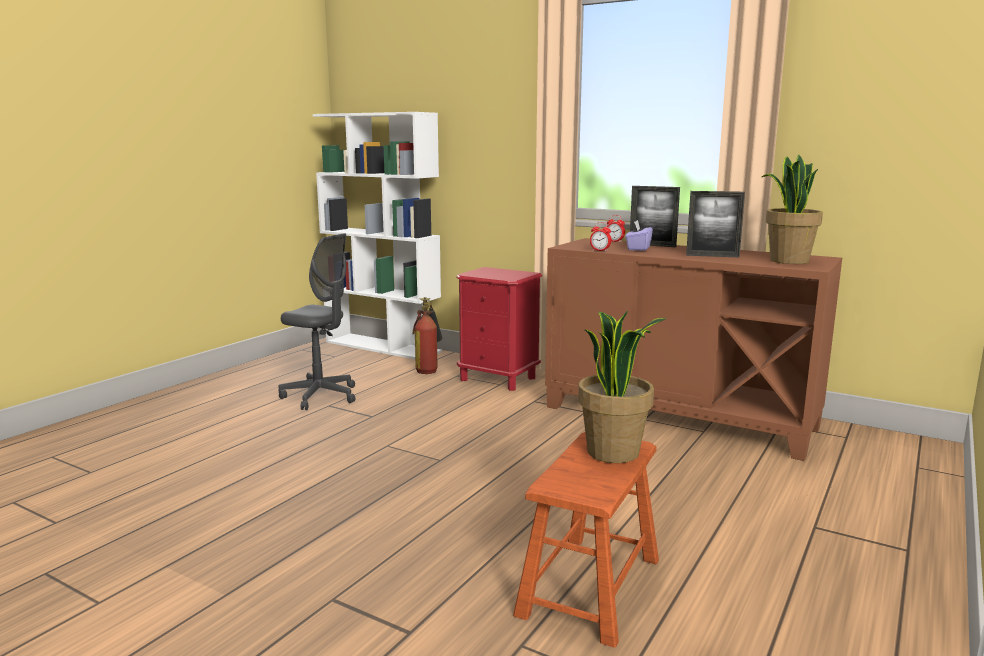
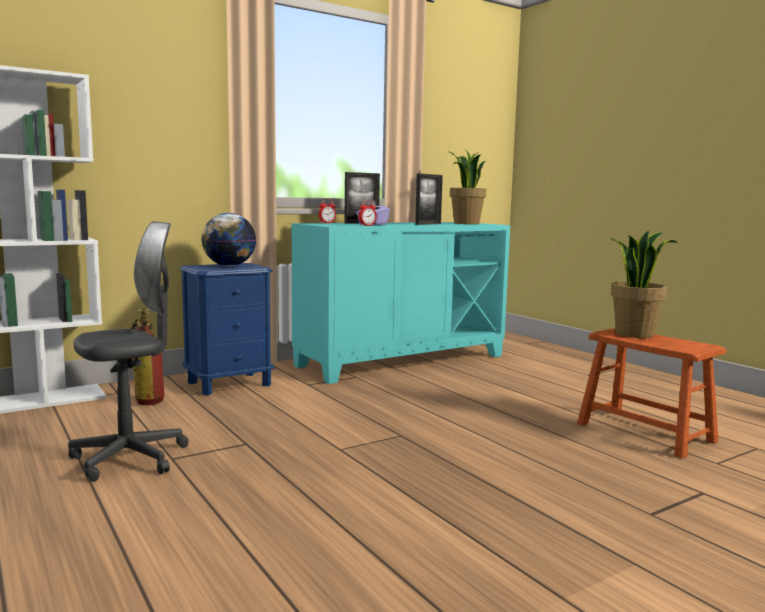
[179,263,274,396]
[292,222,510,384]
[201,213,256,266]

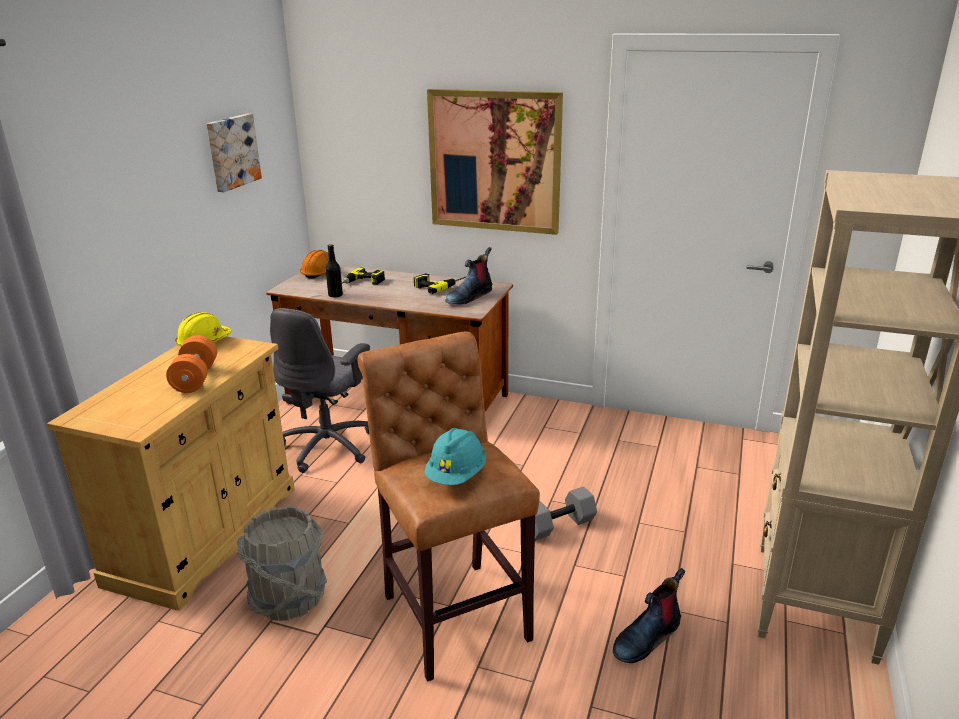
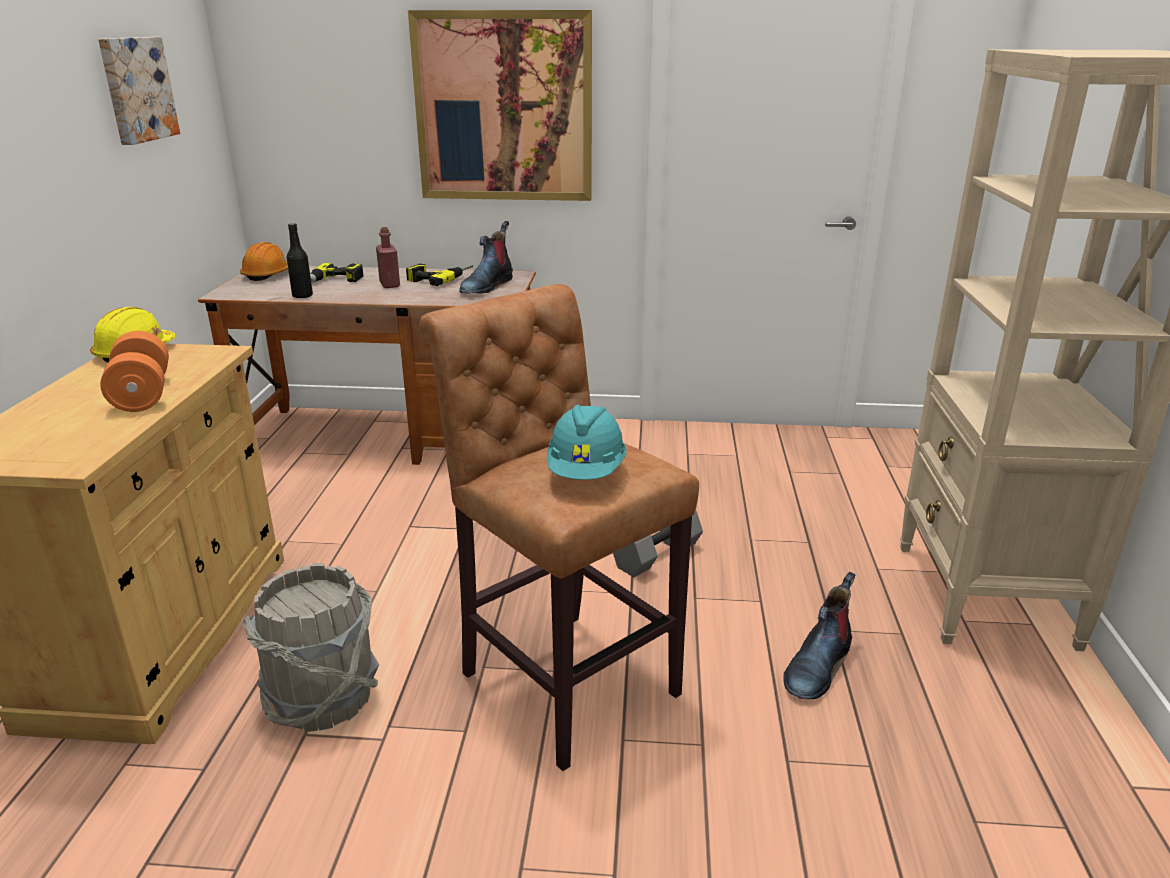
[270,308,370,473] (first image)
[376,227,400,288]

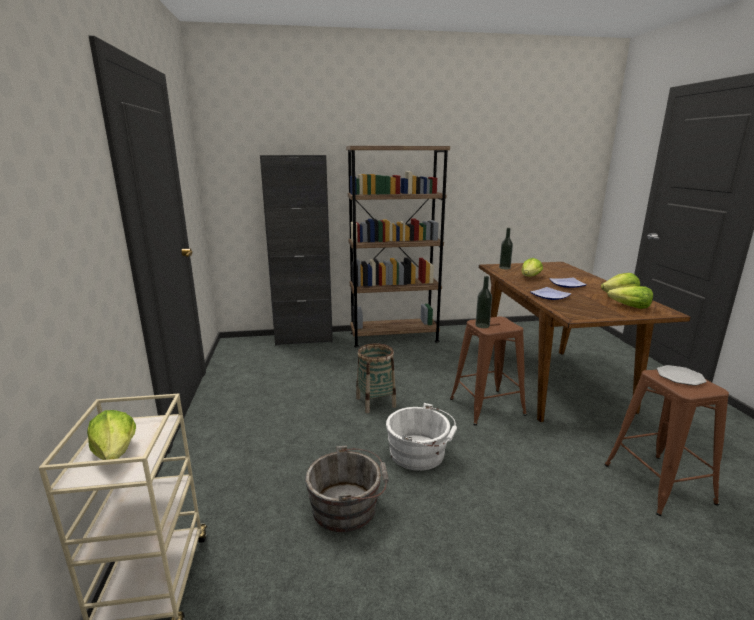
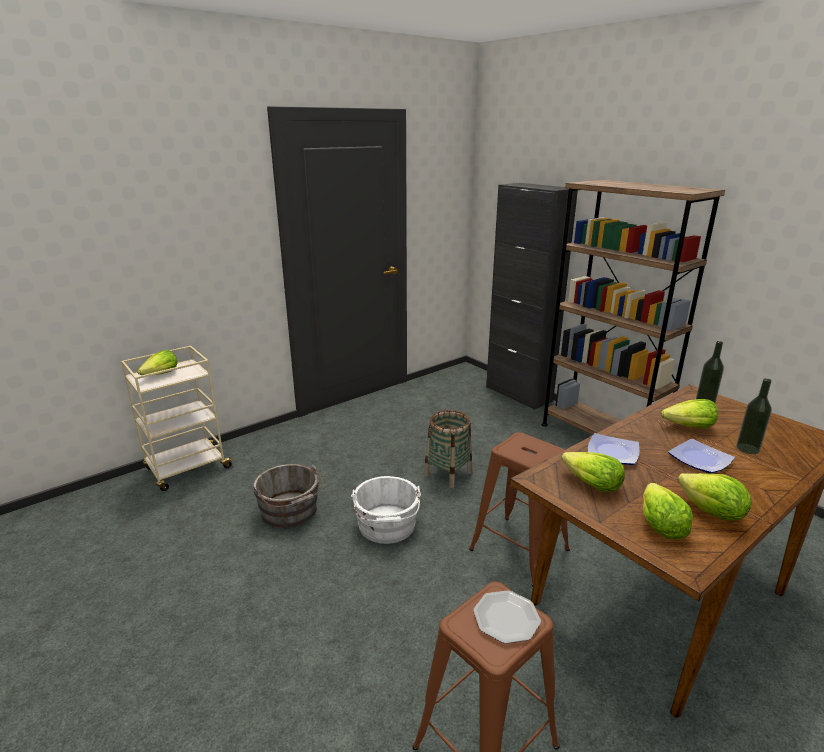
[736,378,772,454]
[561,452,625,492]

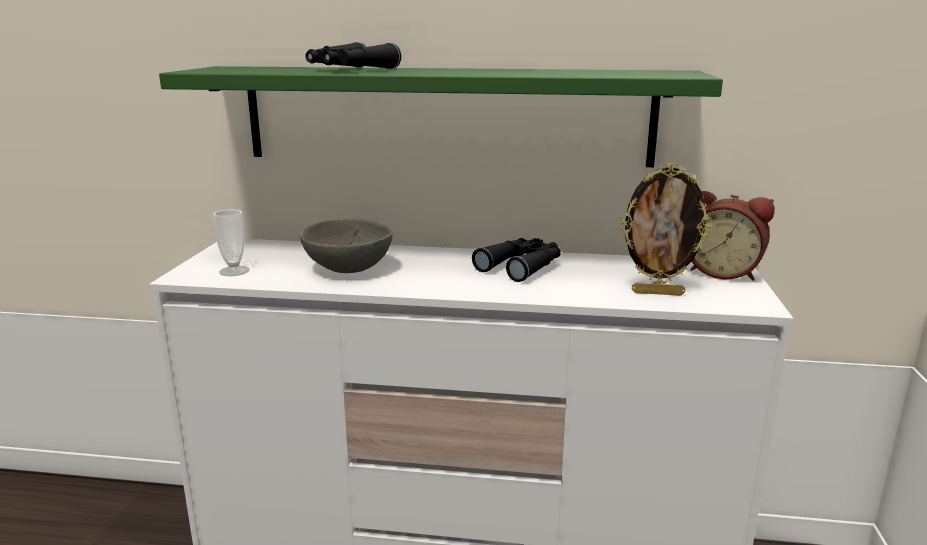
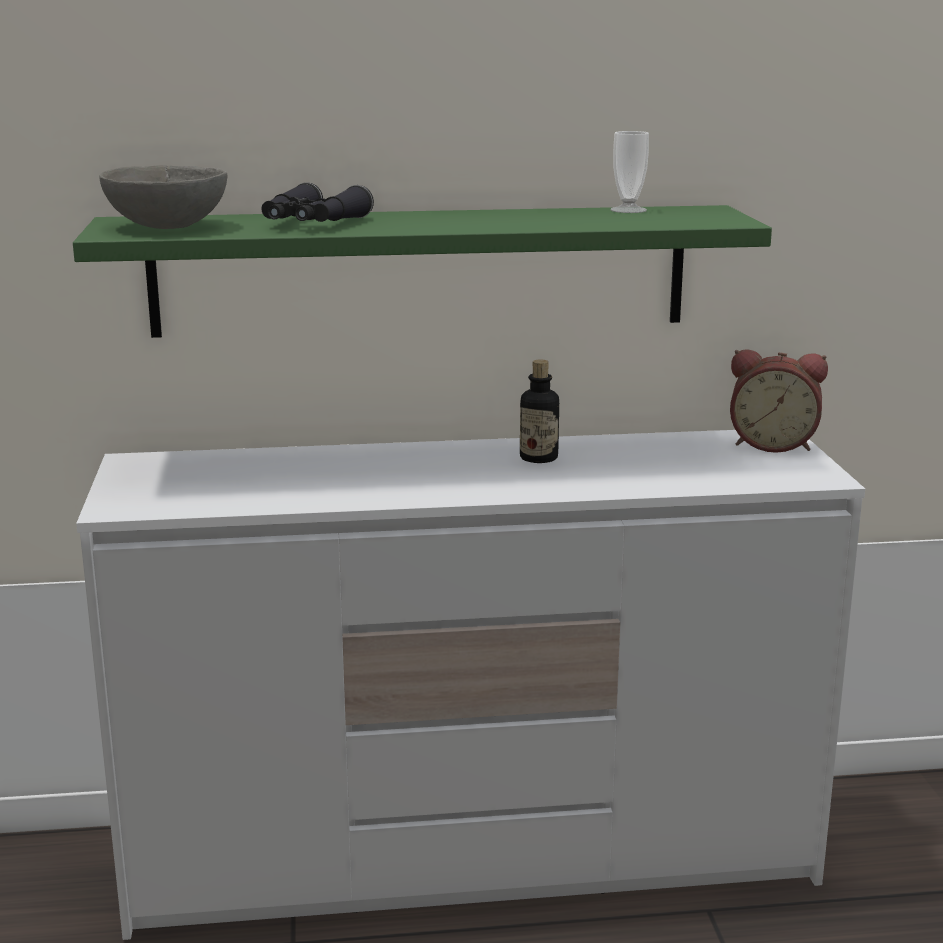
[611,131,649,213]
[99,165,227,229]
[520,360,559,463]
[620,162,712,296] (first image)

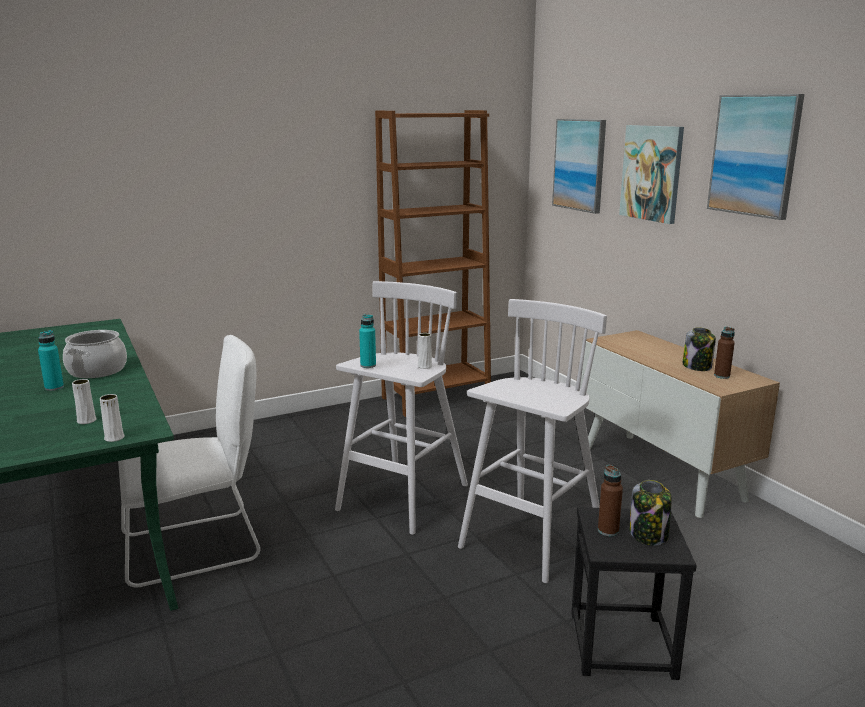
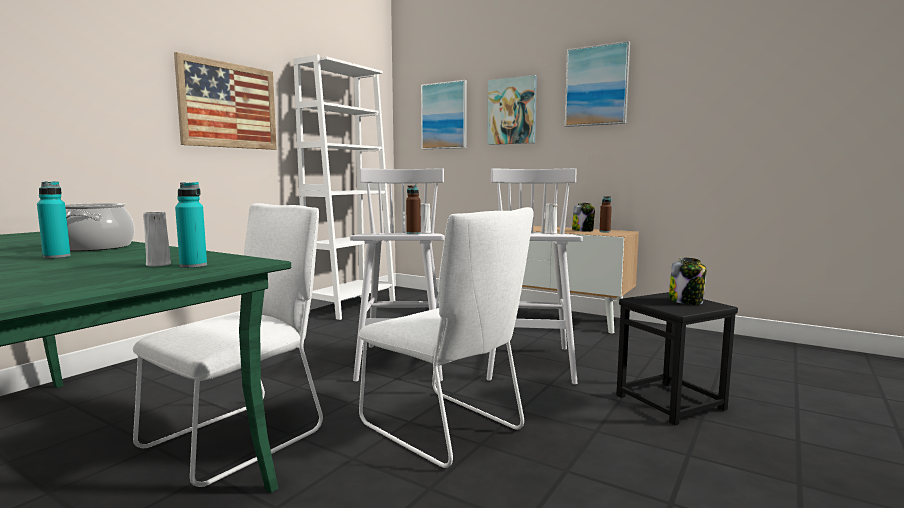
[545,204,557,234]
[175,182,207,268]
[294,54,395,320]
[406,185,421,234]
[174,52,277,150]
[358,207,533,468]

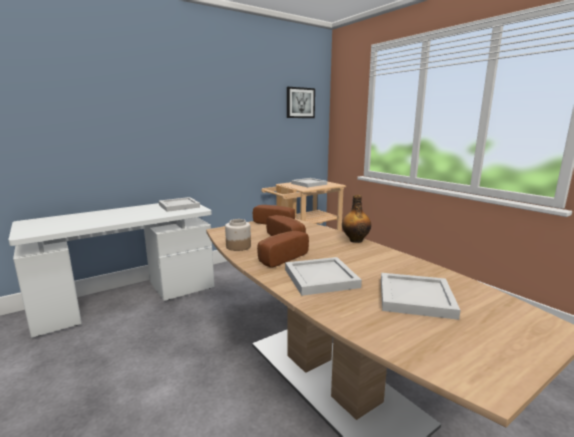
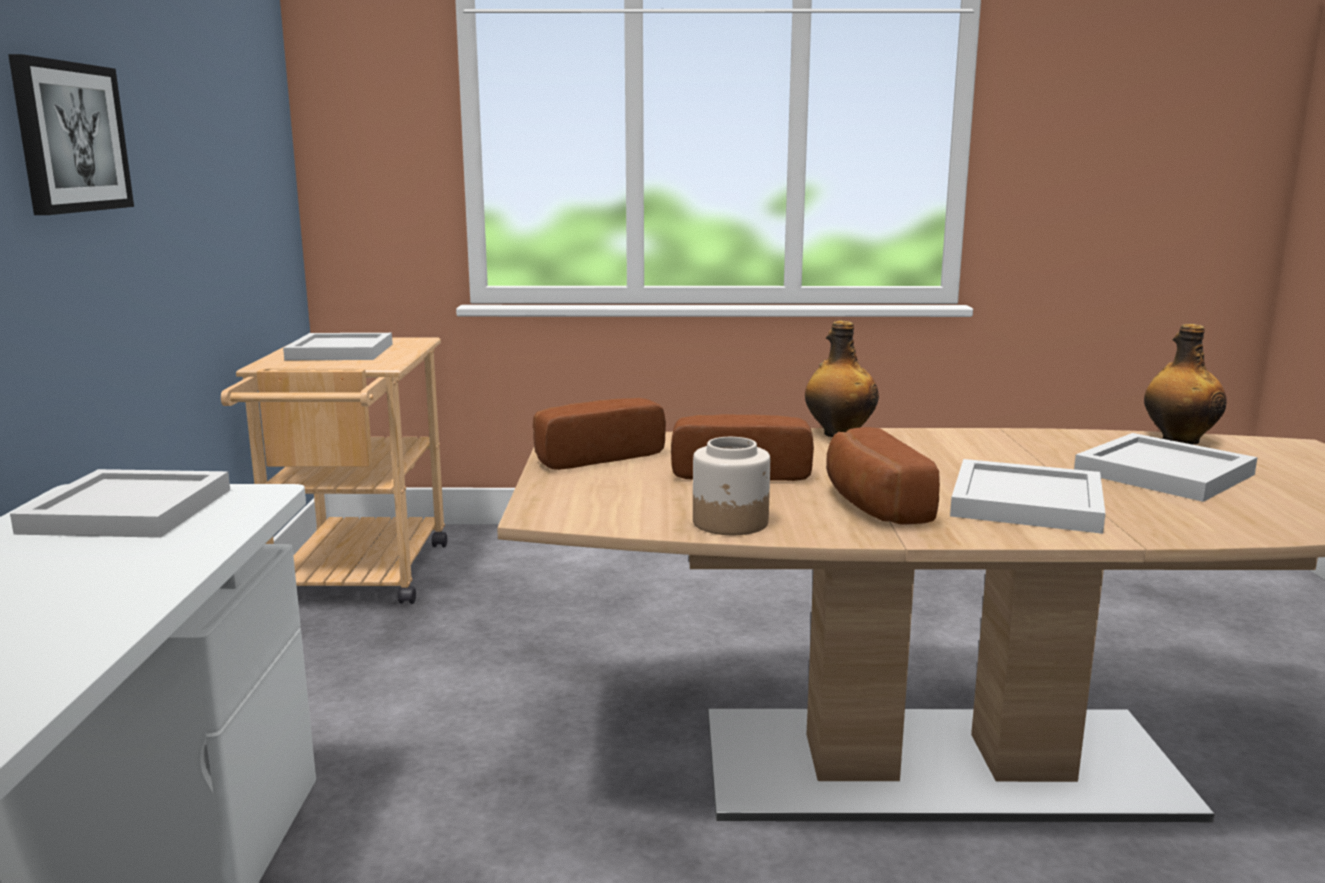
[8,54,134,215]
[1144,324,1227,445]

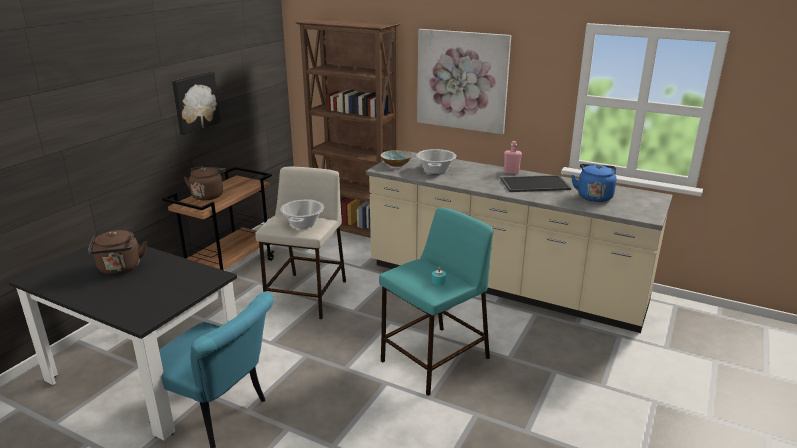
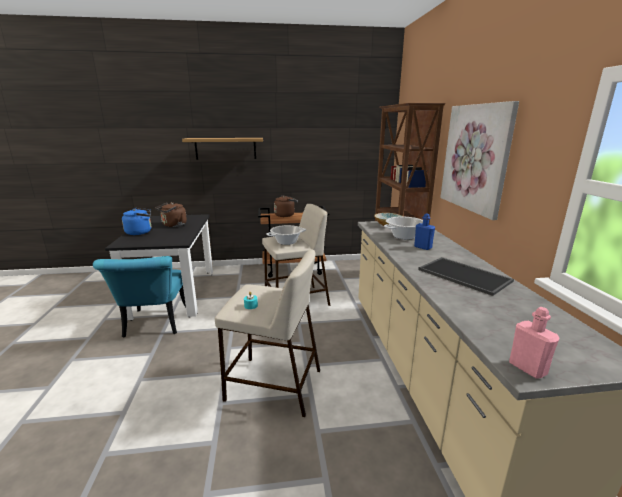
[172,72,221,135] (first image)
[215,249,320,417]
[509,307,559,379]
[122,208,151,235]
[182,138,263,160]
[414,214,435,250]

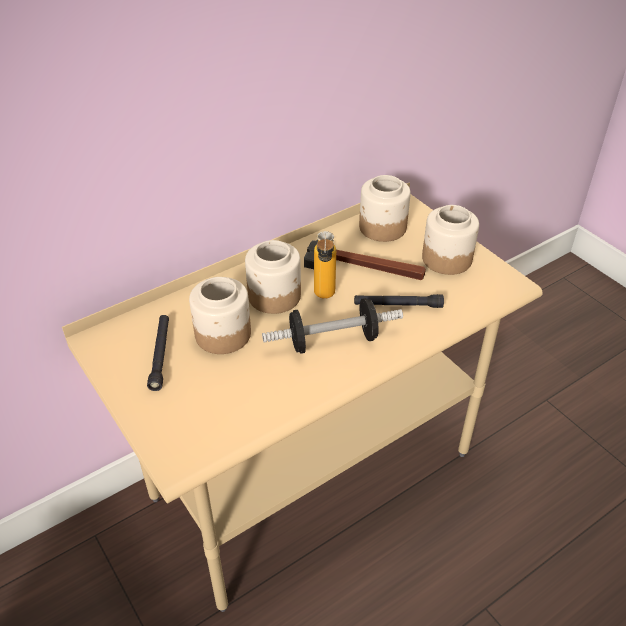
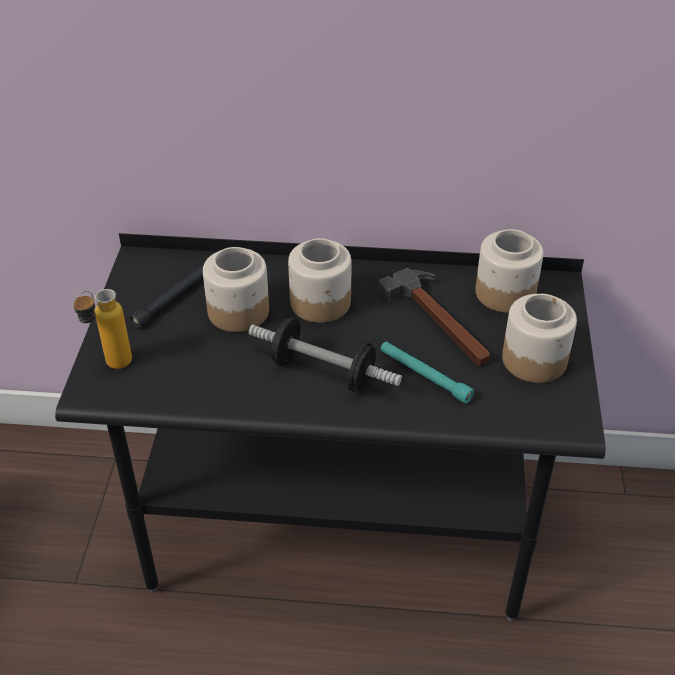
[55,233,606,621]
[73,289,132,369]
[381,341,474,404]

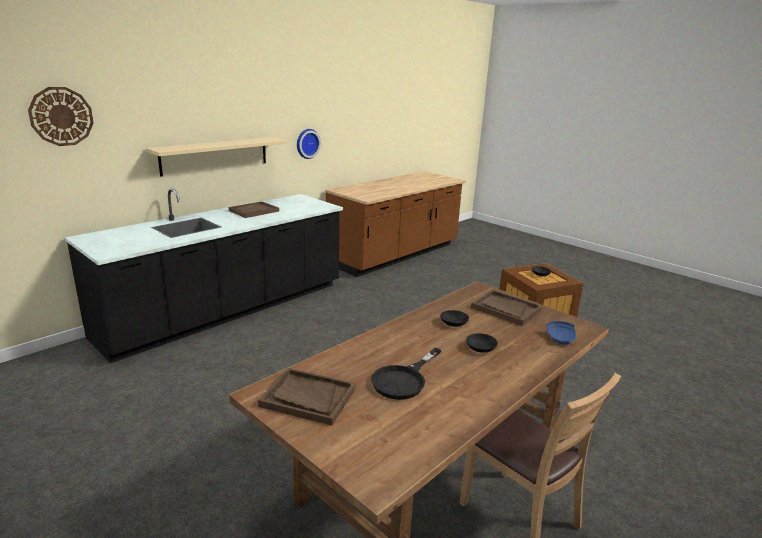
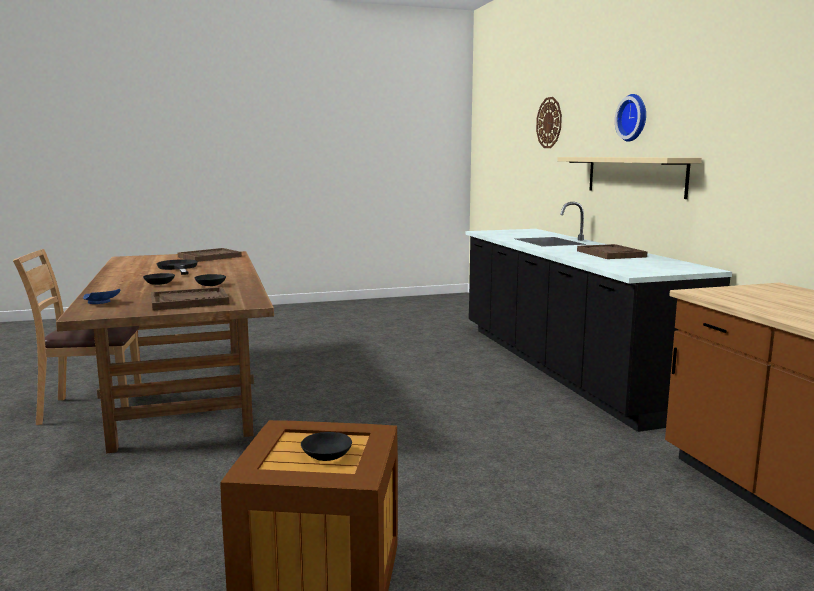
[615,94,646,142]

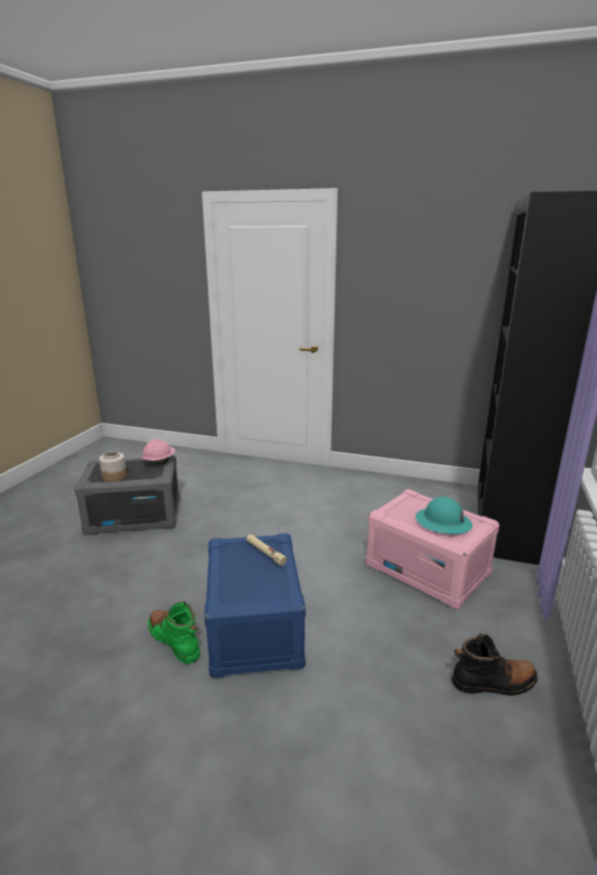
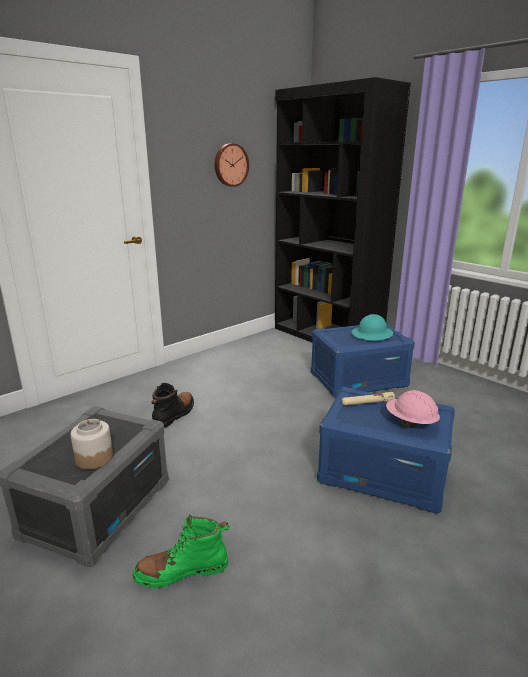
[386,390,440,428]
[132,514,230,588]
[311,324,415,398]
[151,383,194,428]
[215,143,249,187]

